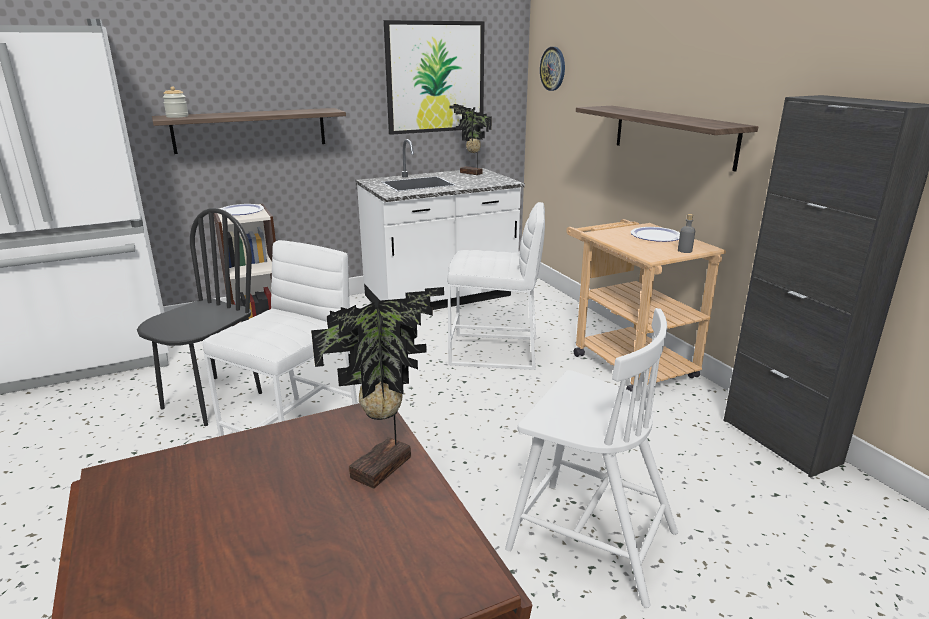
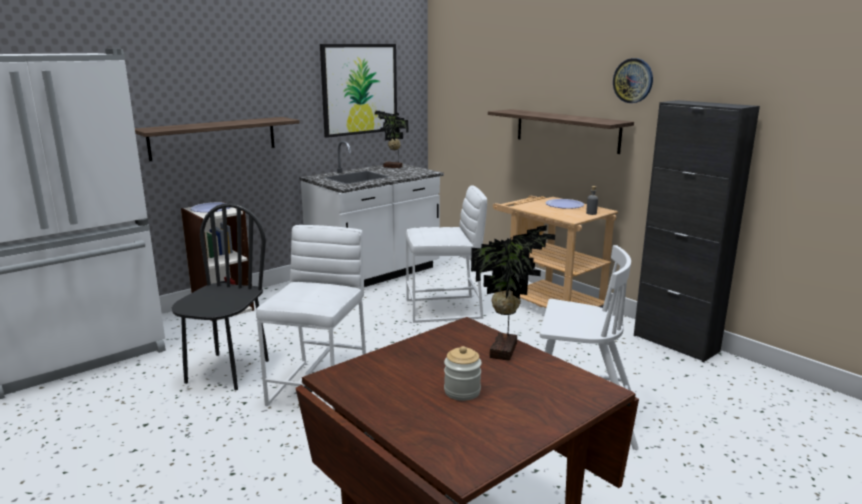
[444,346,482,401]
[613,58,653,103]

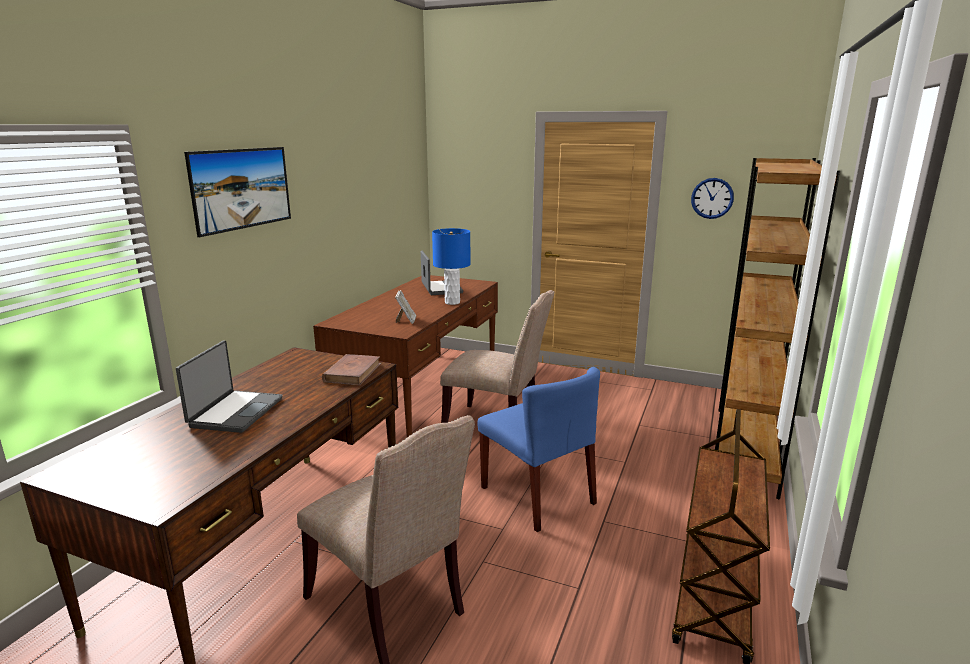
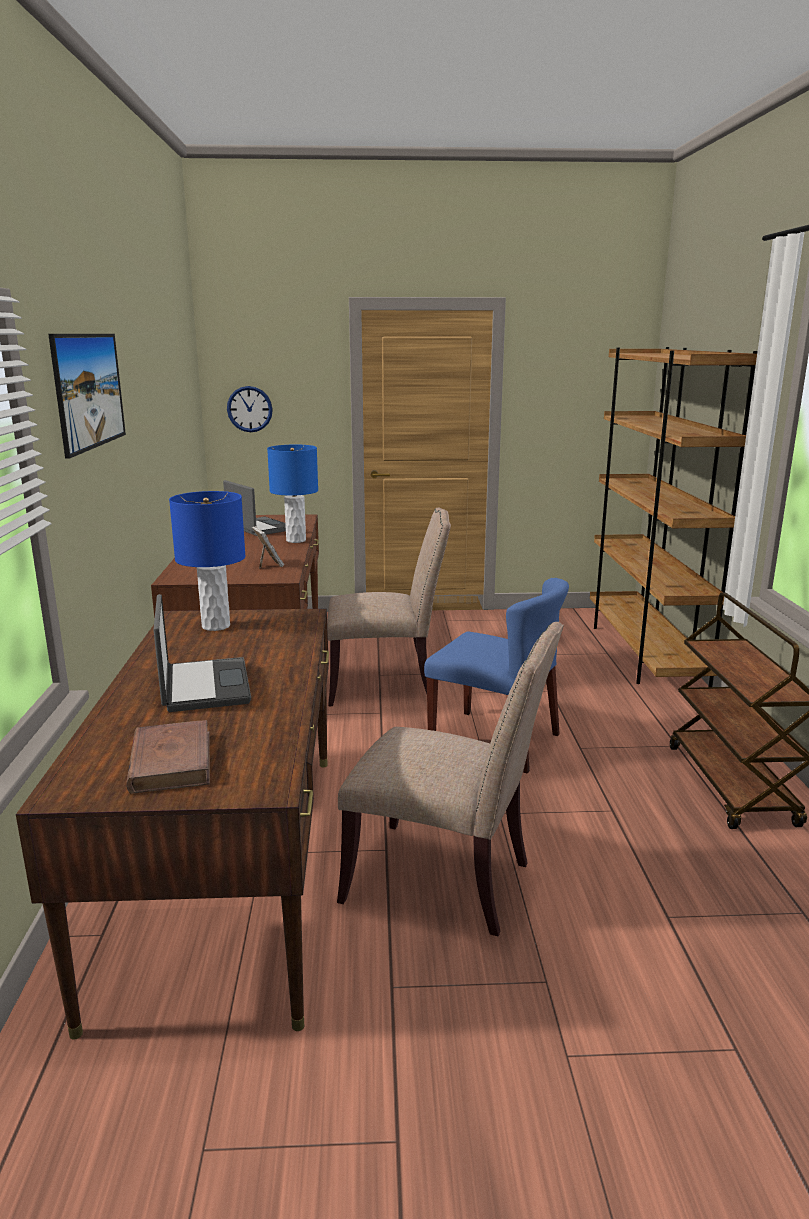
[126,720,210,794]
[227,386,273,432]
[169,491,246,631]

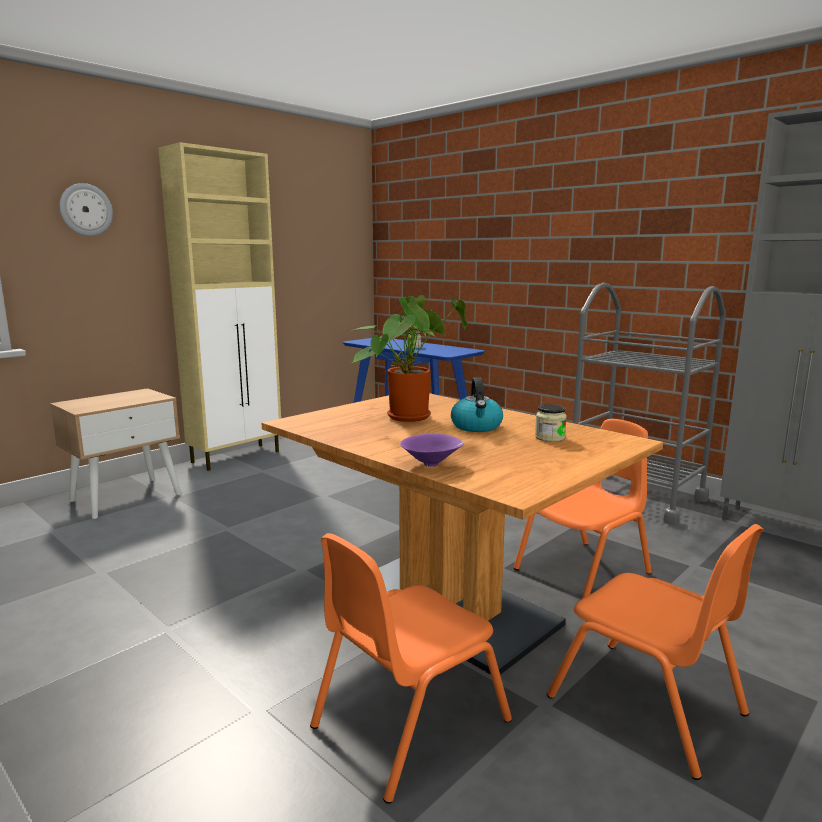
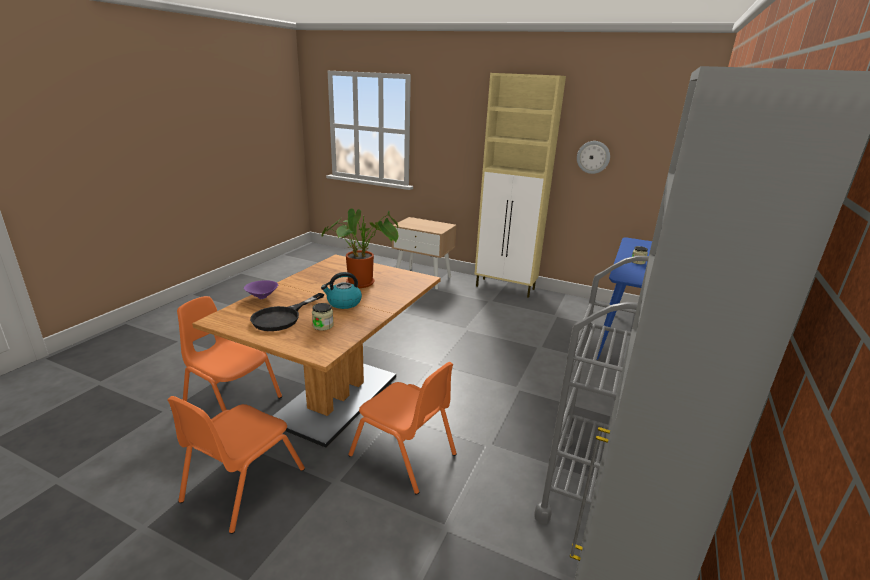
[577,141,610,174]
[250,293,324,331]

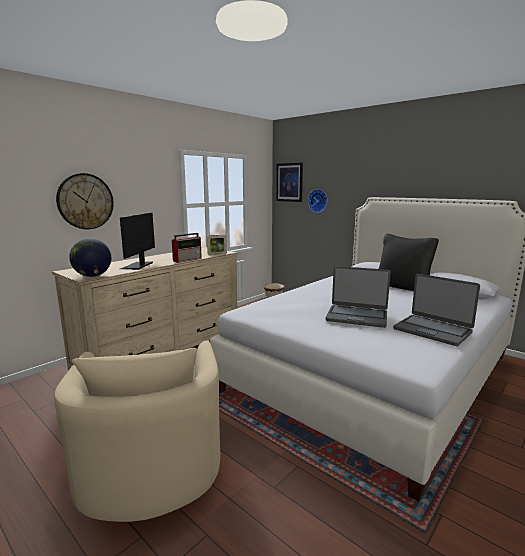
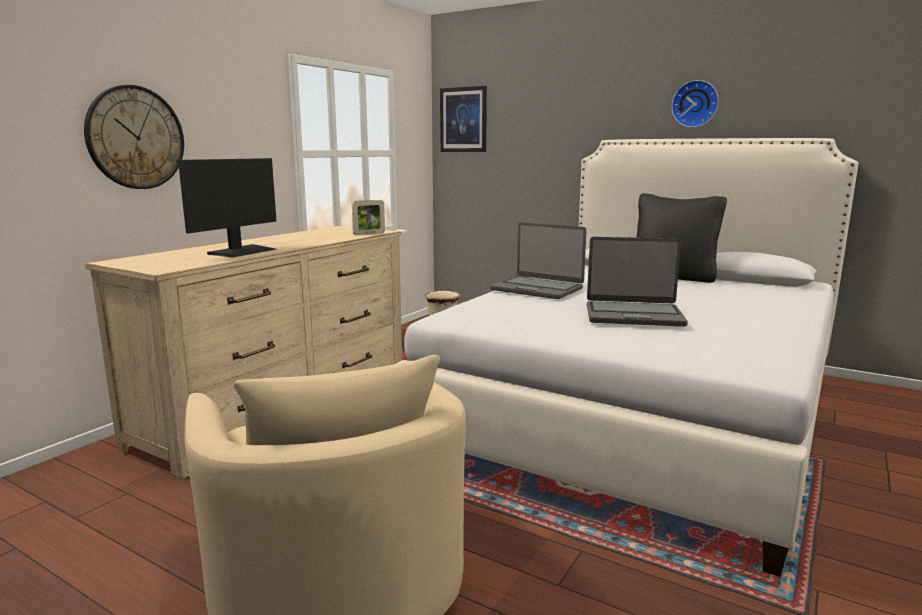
[69,238,111,277] (first image)
[178,158,277,258]
[172,233,202,263] (first image)
[671,80,719,128]
[490,222,587,299]

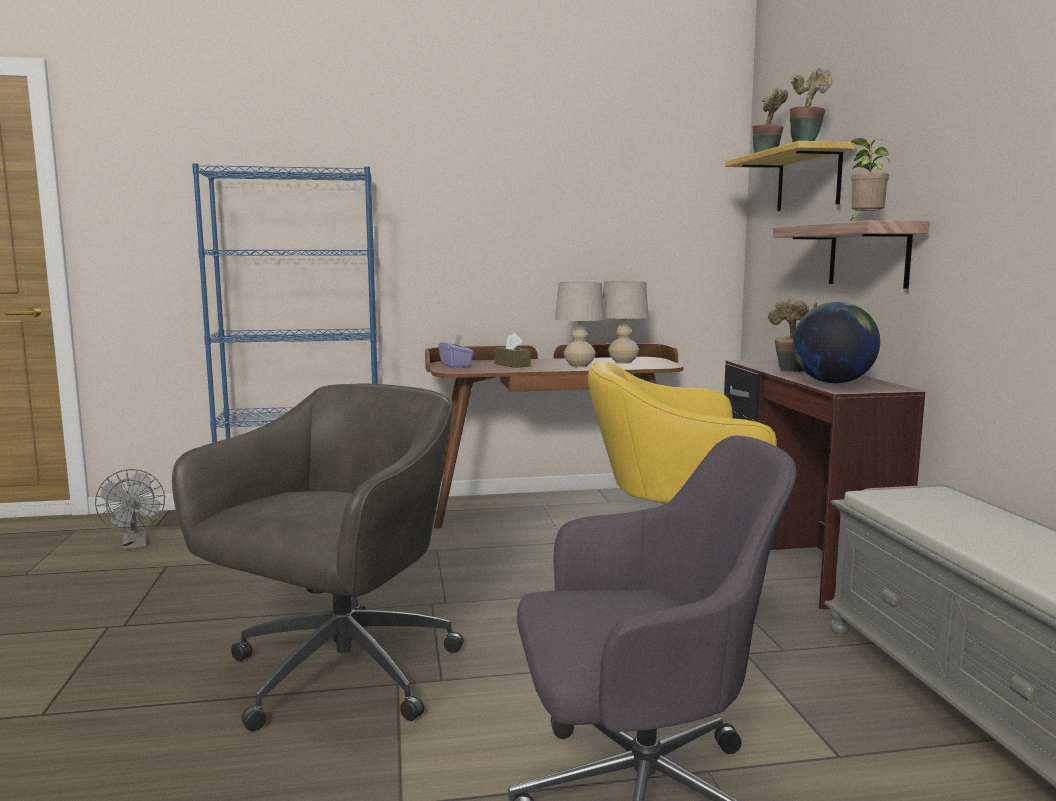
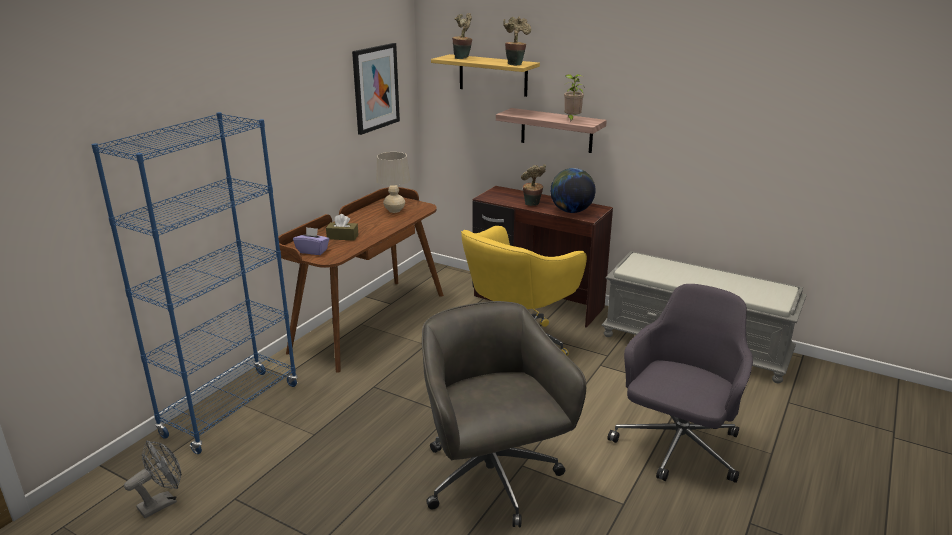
[124,441,182,518]
[555,282,605,368] (first image)
[352,43,400,135]

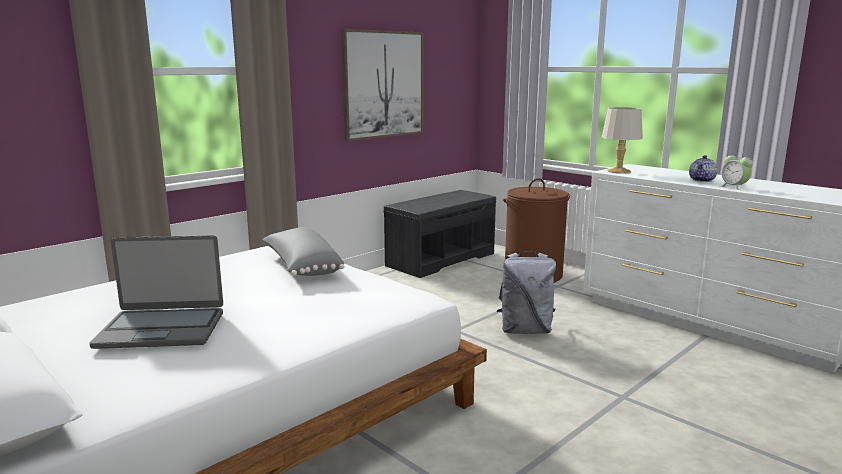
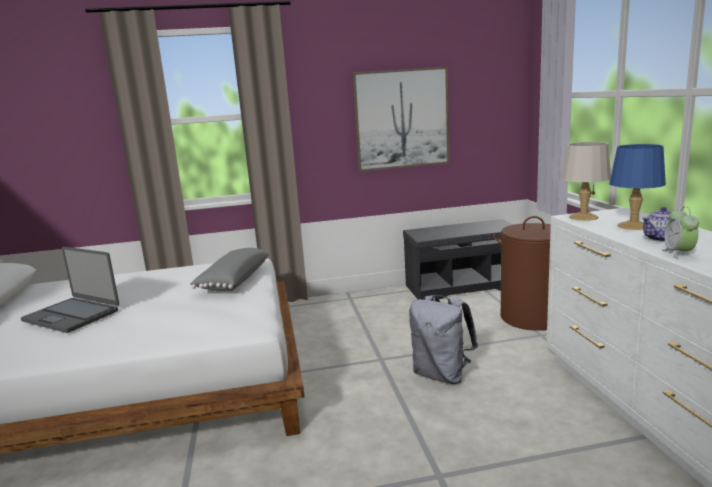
[609,144,666,230]

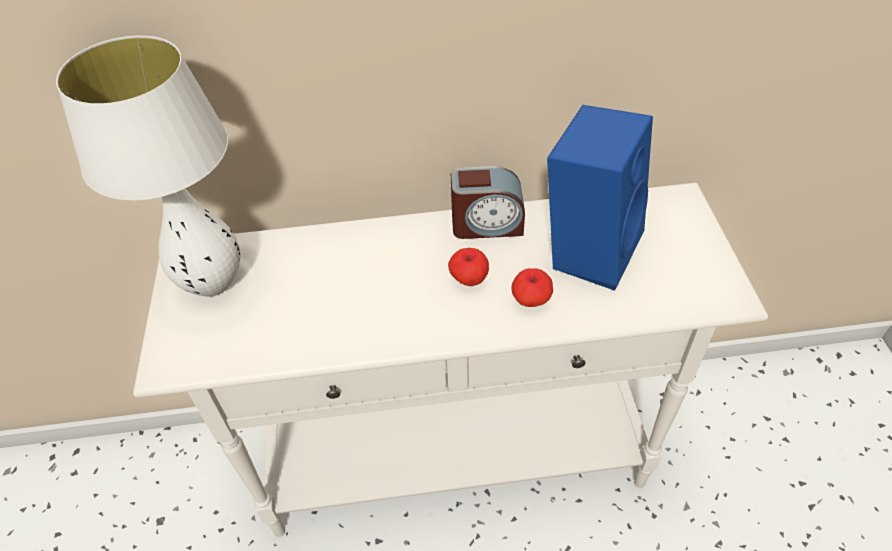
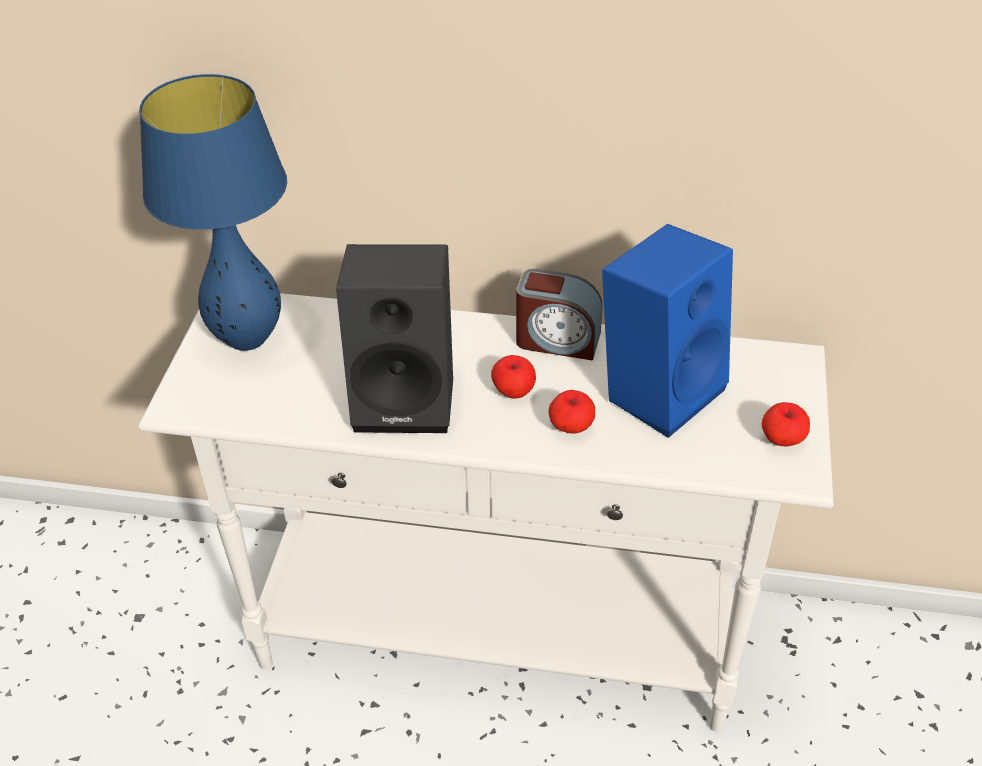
[139,74,287,351]
[336,244,453,433]
[762,402,810,446]

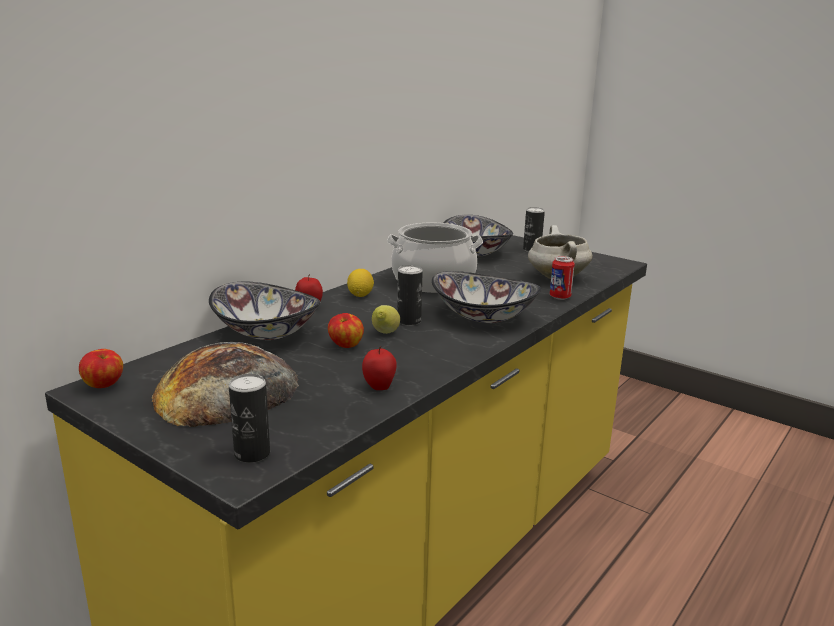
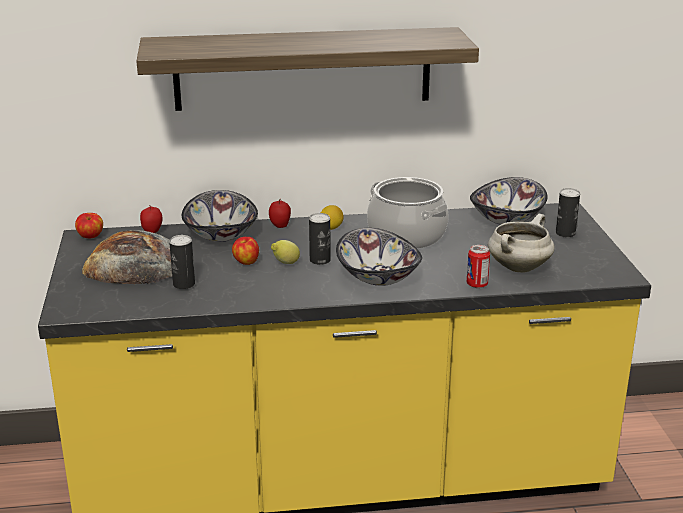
[169,235,195,289]
[140,205,162,233]
[136,27,479,111]

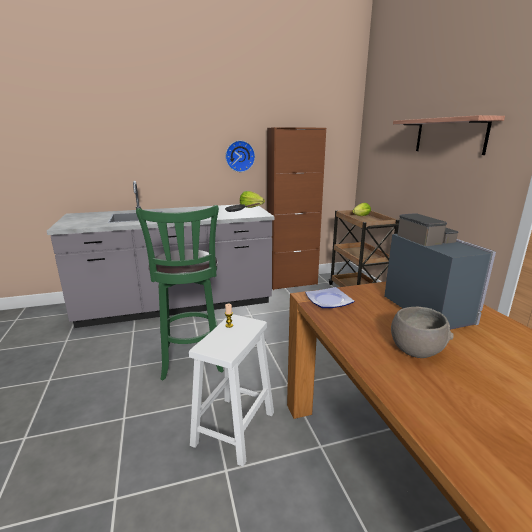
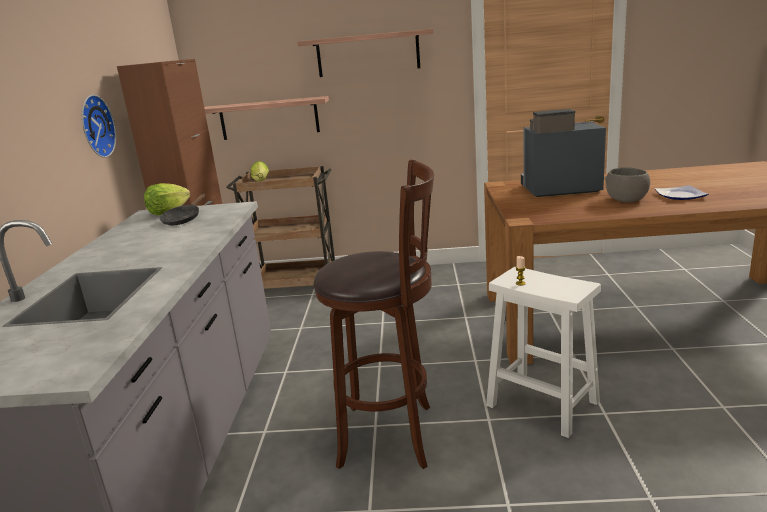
[313,160,434,469]
[655,185,709,200]
[204,96,329,140]

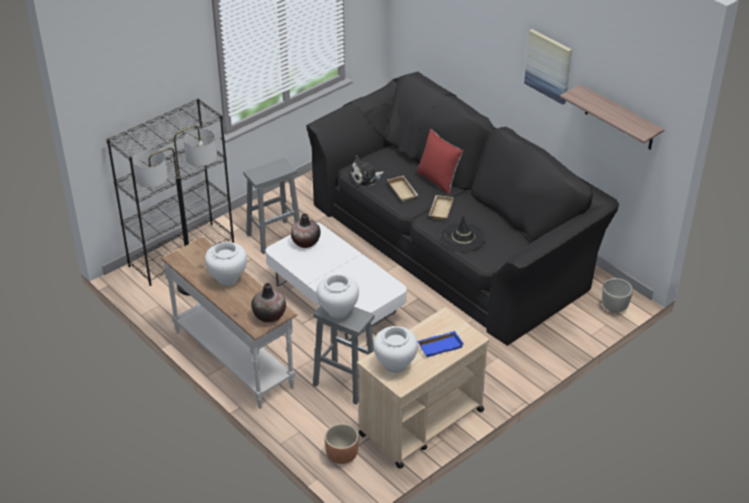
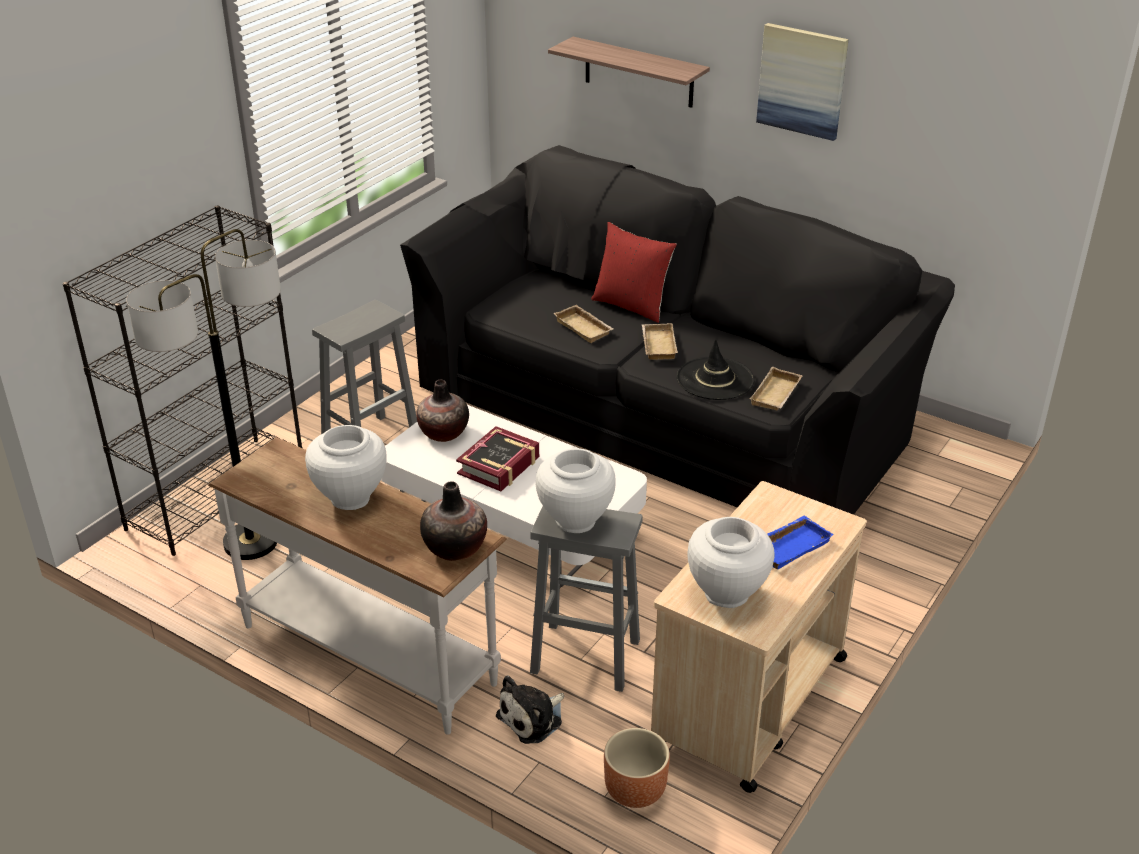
[496,675,564,744]
[548,37,710,108]
[602,278,633,313] (first image)
[456,426,539,491]
[750,367,803,410]

